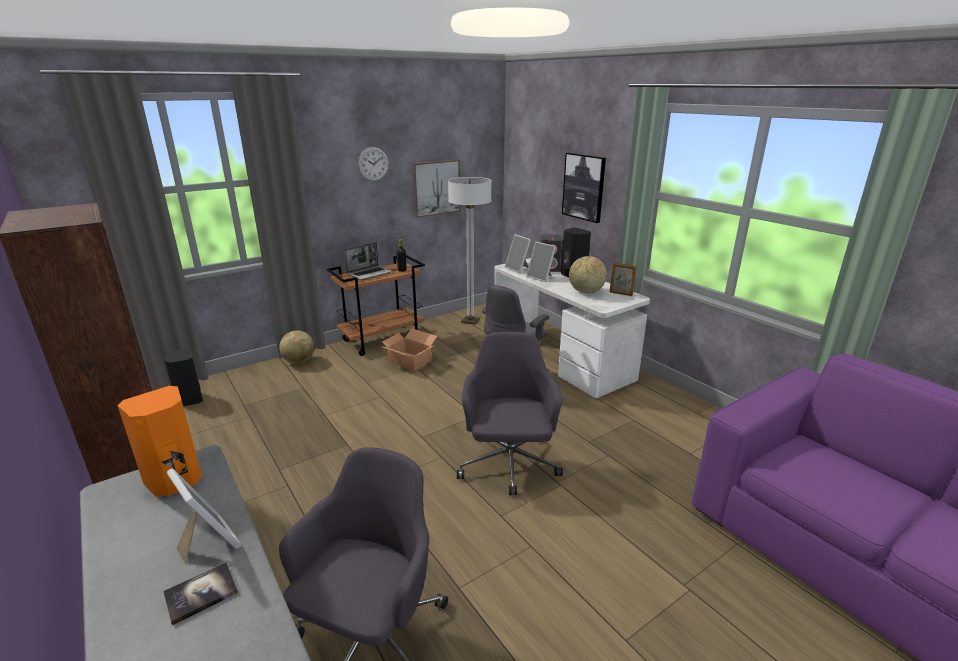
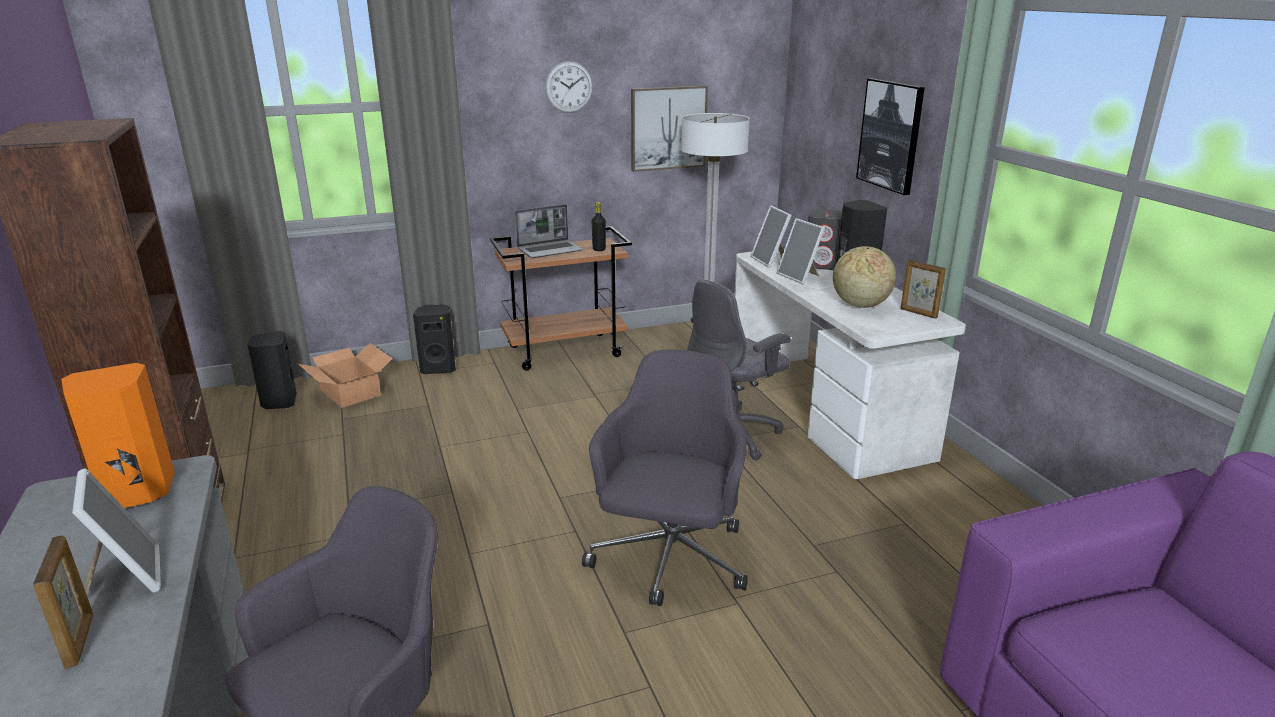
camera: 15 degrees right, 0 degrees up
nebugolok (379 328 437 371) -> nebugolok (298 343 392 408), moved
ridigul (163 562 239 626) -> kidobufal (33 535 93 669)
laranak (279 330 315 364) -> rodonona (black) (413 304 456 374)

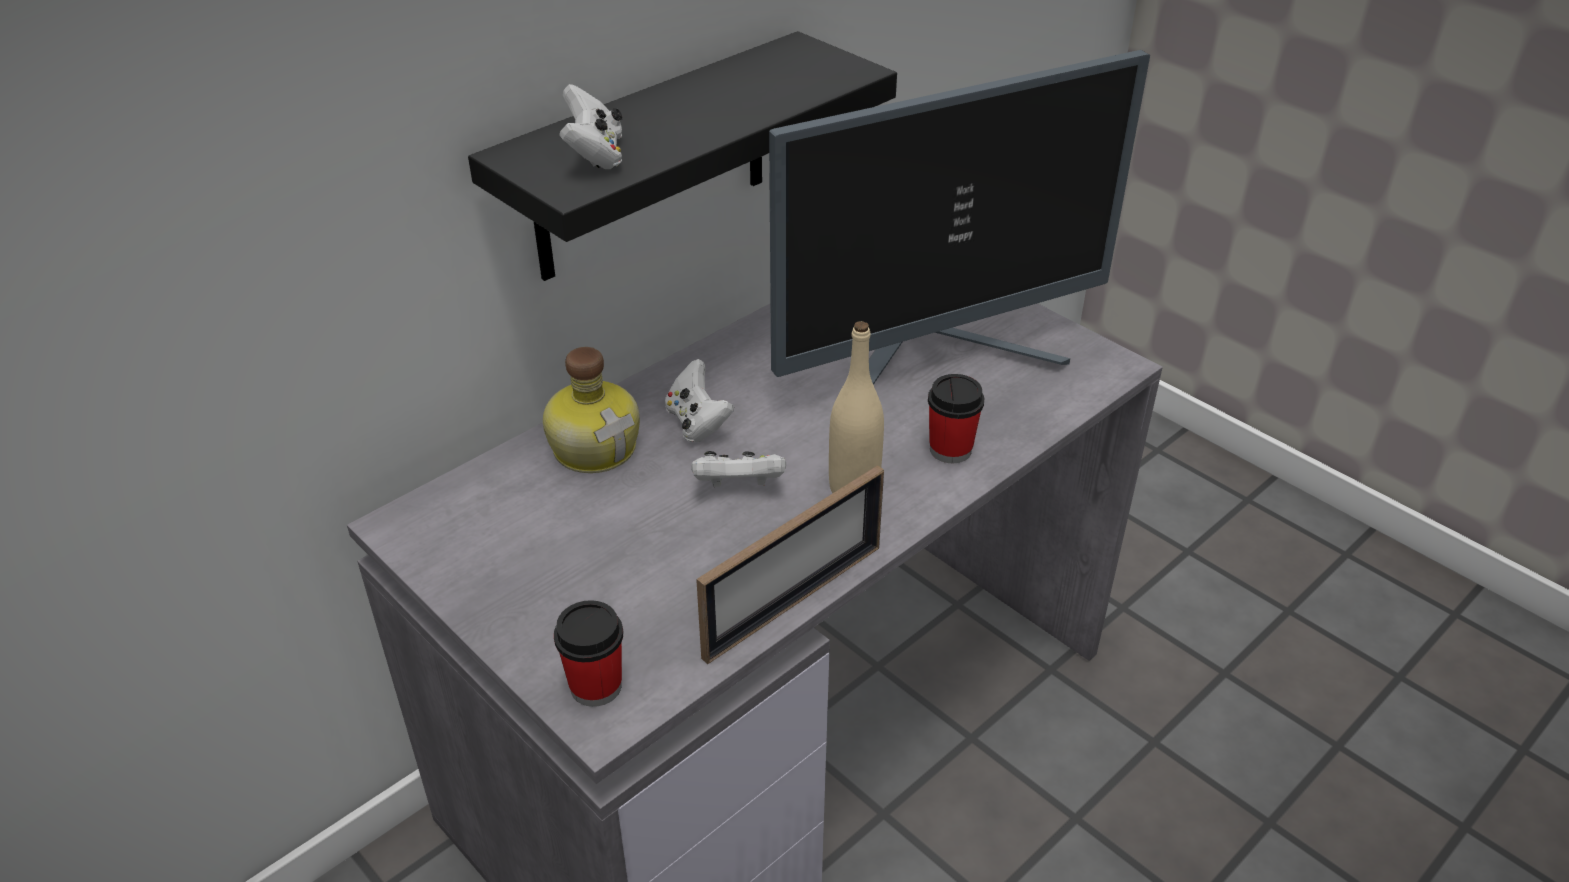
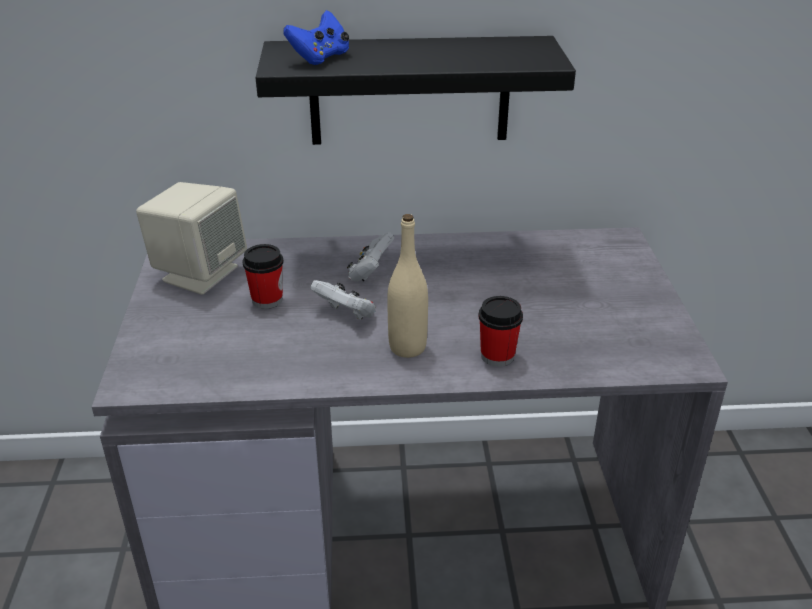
camera: 40 degrees right, 5 degrees down
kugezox (543 347 640 473) -> none
kidobufal (696 465 884 664) -> none
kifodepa (769 50 1150 385) -> none
none -> rodonona (beige) (136 182 247 295)
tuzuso (554 600 623 707) -> tuzuso (242 244 283 309), moved
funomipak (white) (559 84 622 169) -> funomipak (blue) (283 10 349 65)

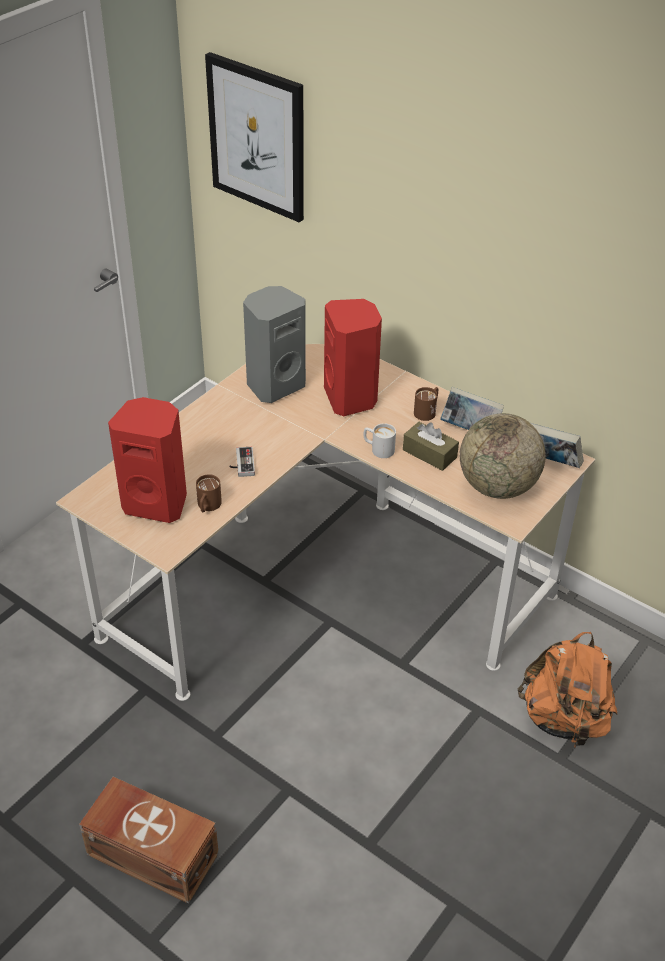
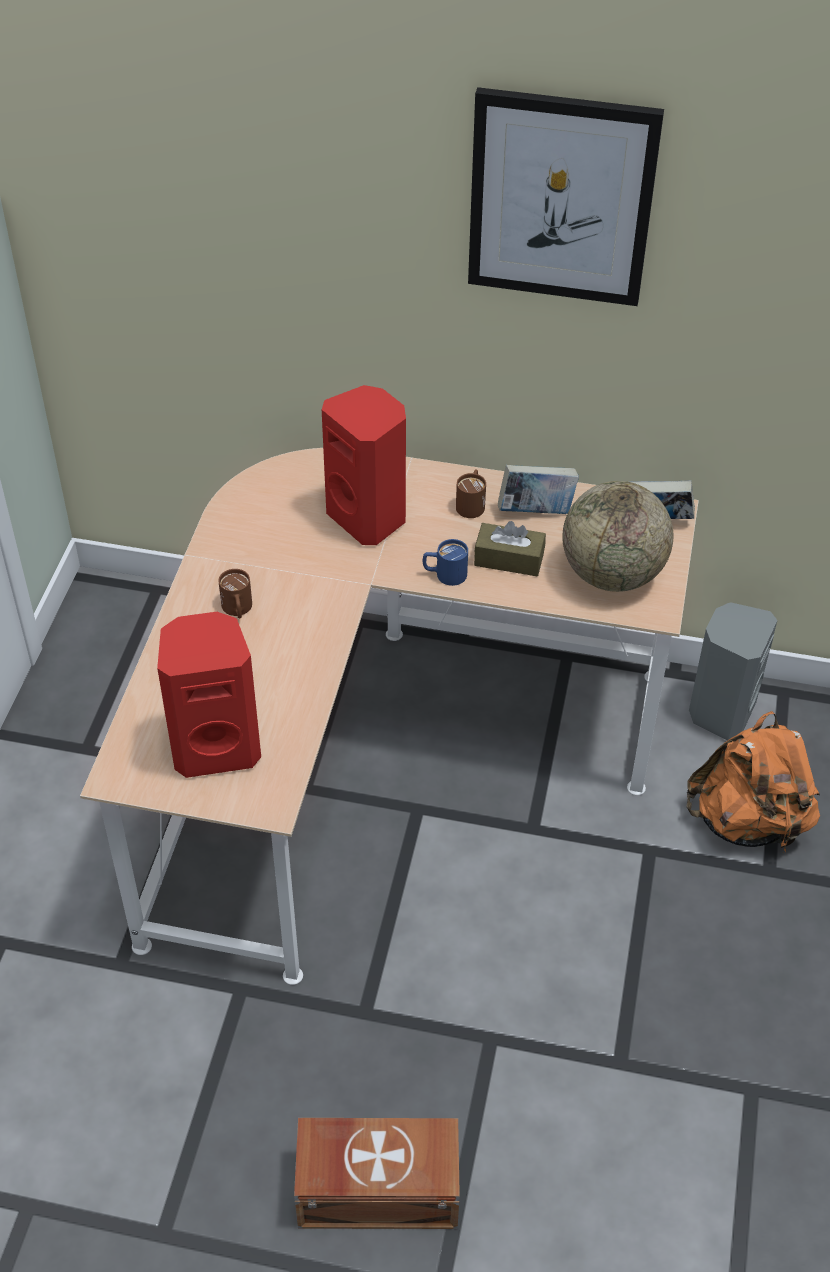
camera: 25 degrees left, 5 degrees up
funomipak (229 447 255 477) -> none
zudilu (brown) (196 474 222 512) -> zudilu (brown) (218 569 252 619), moved
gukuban (205 52 304 222) -> gukuban (468 87 664 306), moved
rodonona (grey) (243 286 306 403) -> rodonona (grey) (689 602 777 741), moved
zudilu (white) (363 423 396 458) -> zudilu (blue) (423 539 468 586)

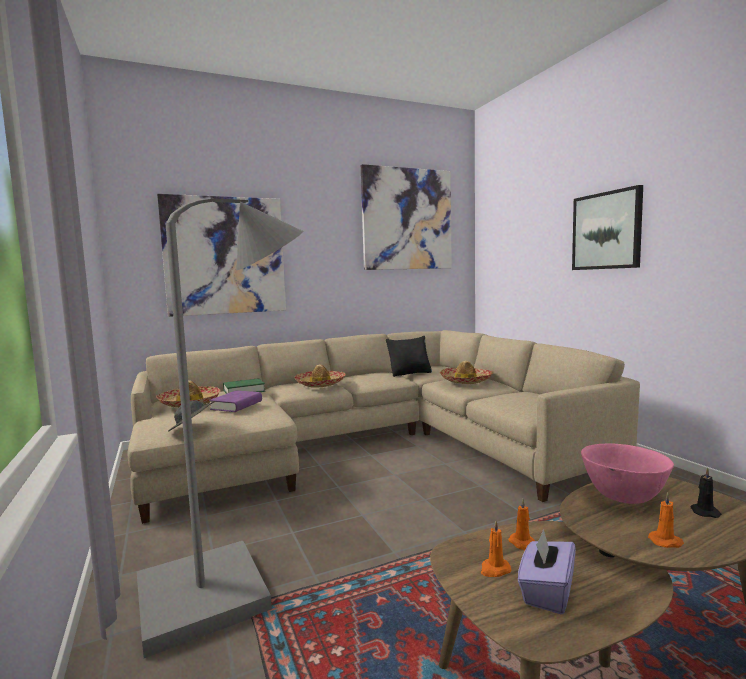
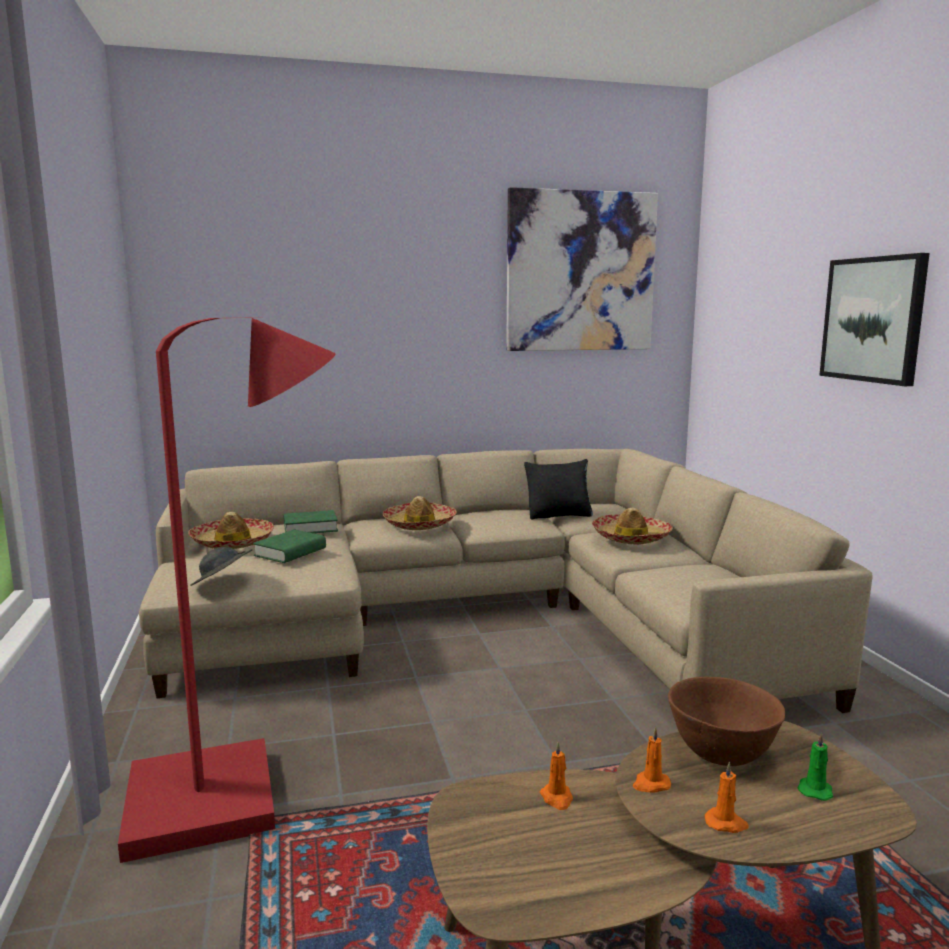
camera: 10 degrees right, 5 degrees up
gukuban (157 194 286 317) -> none
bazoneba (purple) (518 529 576 615) -> none
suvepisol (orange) (481 521 511 577) -> suvepisol (orange) (633 727 671 793), moved
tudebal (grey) (137 198 303 658) -> tudebal (red) (118 317 335 863)
ridigul (purple) (209 390 262 412) -> ridigul (green) (253 529 326 563)
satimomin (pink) (581 443 674 504) -> satimomin (brown) (668 677 785 766)
suvepisol (black) (691 468 721 518) -> suvepisol (green) (797 733 833 801)

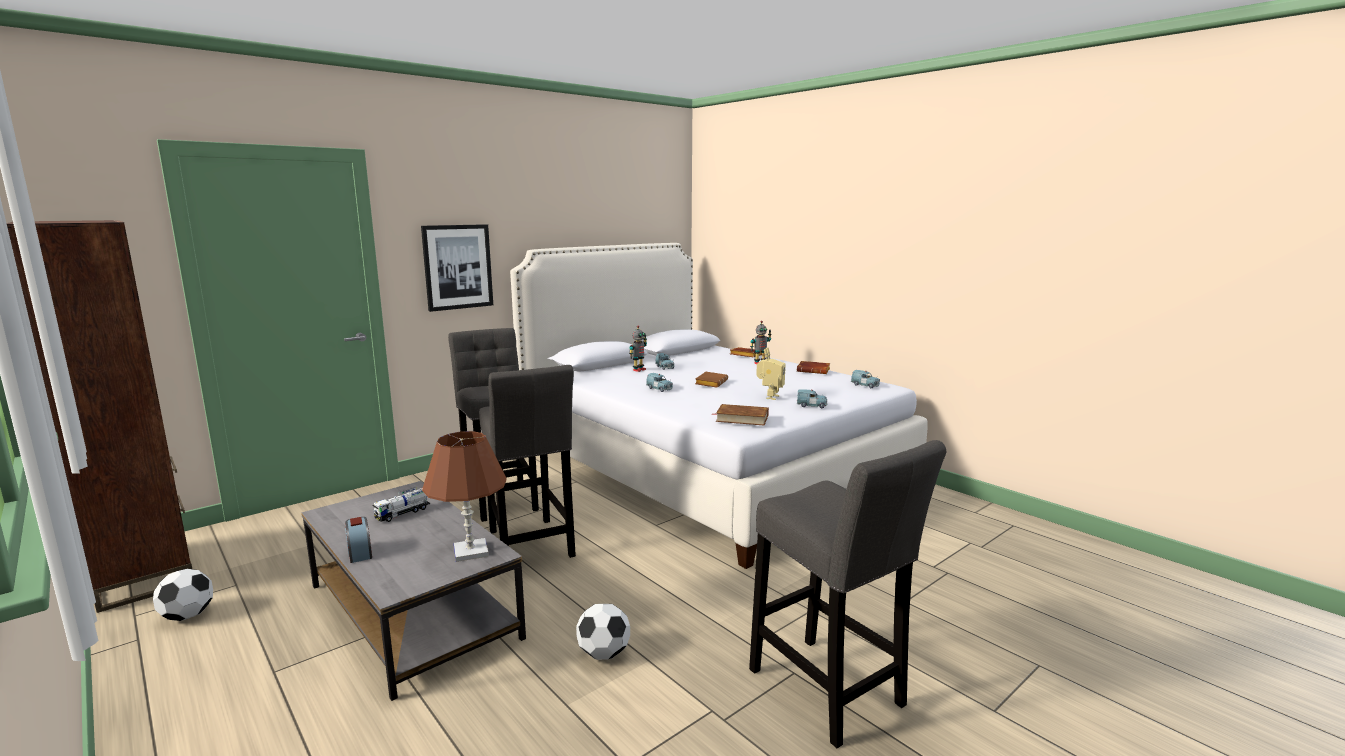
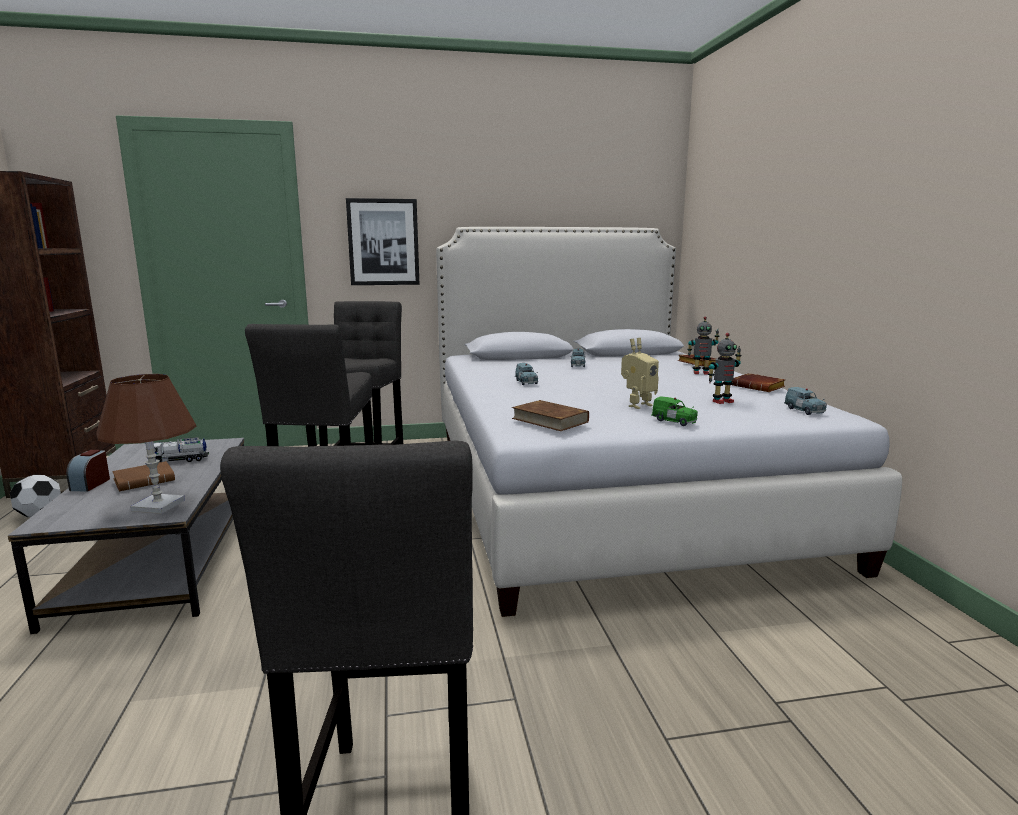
camera: 30 degrees right, 0 degrees up
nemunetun (576 604 630 660) -> none
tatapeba (629 326 647 372) -> tatapeba (708 333 742 404), moved
ridigul (brown) (695 372 728 388) -> ridigul (brown) (112 461 175 491), moved
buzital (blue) (797 389 828 408) -> buzital (green) (652 396 698 426)

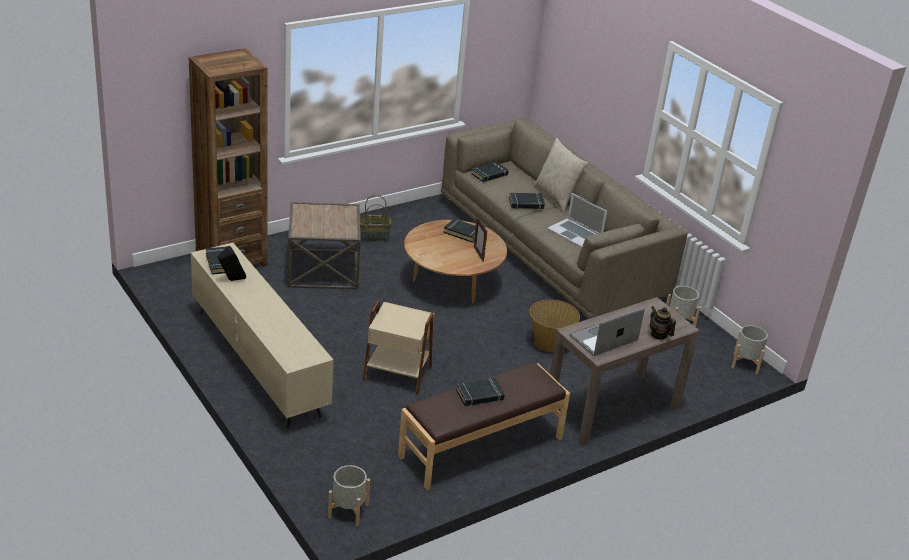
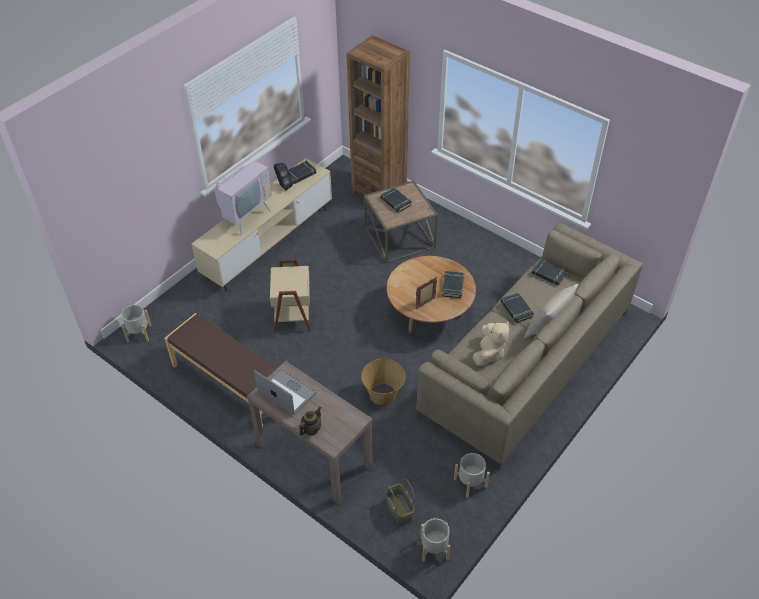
camera: 75 degrees right, 15 degrees up
none -> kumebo (212 158 272 236)
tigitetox (360 195 391 241) -> tigitetox (386 479 415 526), moved
ridigul (black) (456 378 505 406) -> ridigul (black) (381 188 412 213), moved
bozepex (547 193 607 248) -> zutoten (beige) (473 321 509 366)

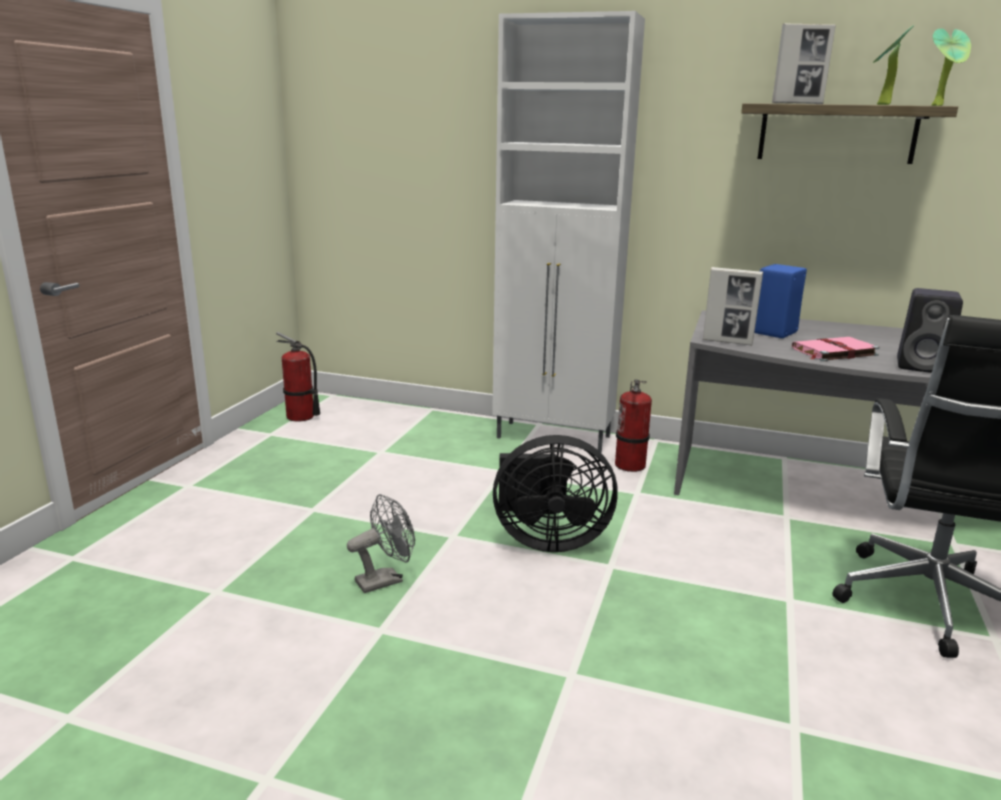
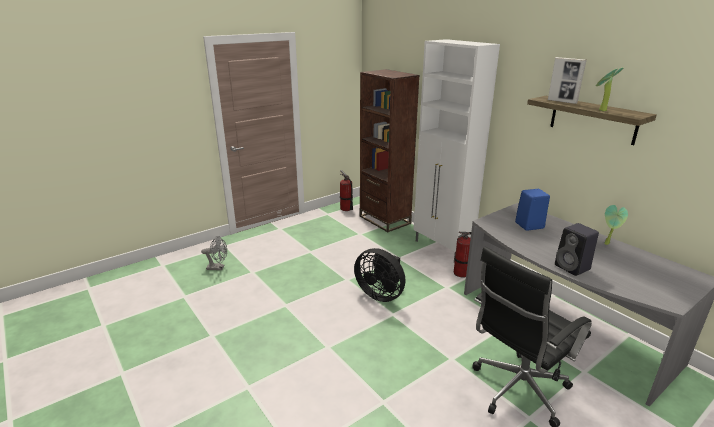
camera: 35 degrees right, 5 degrees up
kidobufal (703 267 763 346) -> none
ridigul (pink) (792 337 880 361) -> none
none -> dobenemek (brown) (360 69 420 232)
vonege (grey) (347 494 415 593) -> vonege (grey) (201 236 227 270), moved
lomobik (931 28 971 106) -> lomobik (605 205 628 245), moved

